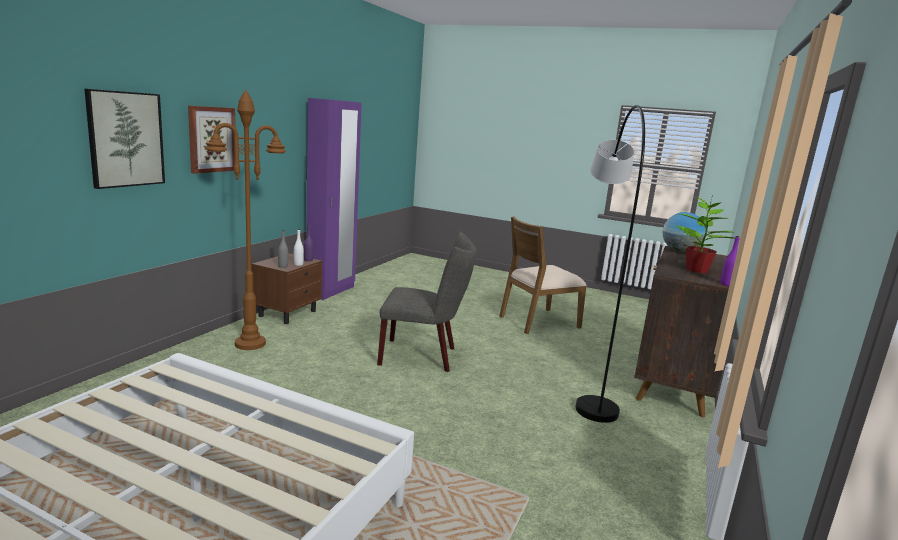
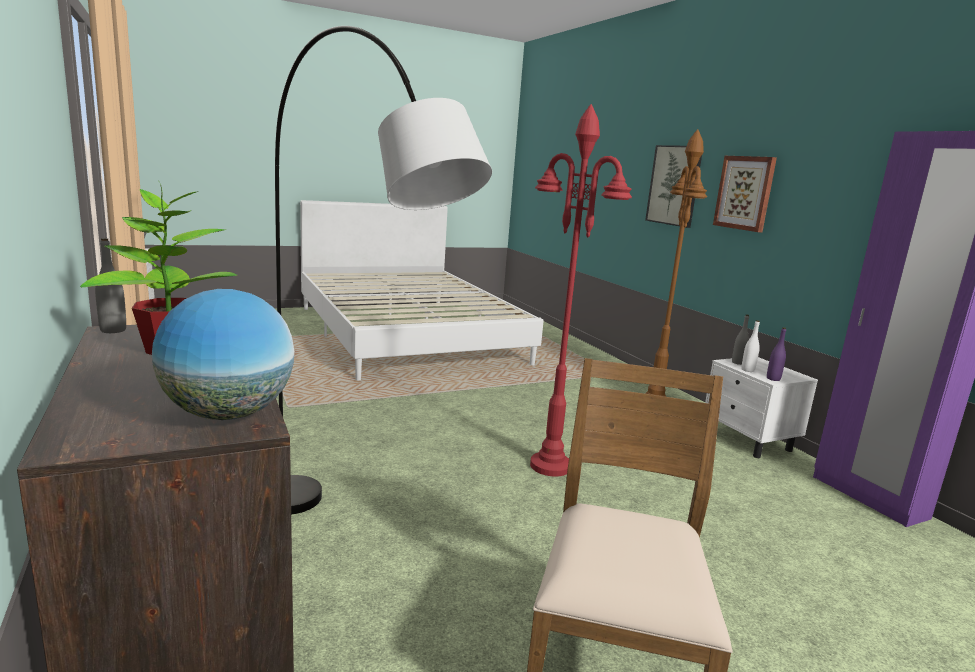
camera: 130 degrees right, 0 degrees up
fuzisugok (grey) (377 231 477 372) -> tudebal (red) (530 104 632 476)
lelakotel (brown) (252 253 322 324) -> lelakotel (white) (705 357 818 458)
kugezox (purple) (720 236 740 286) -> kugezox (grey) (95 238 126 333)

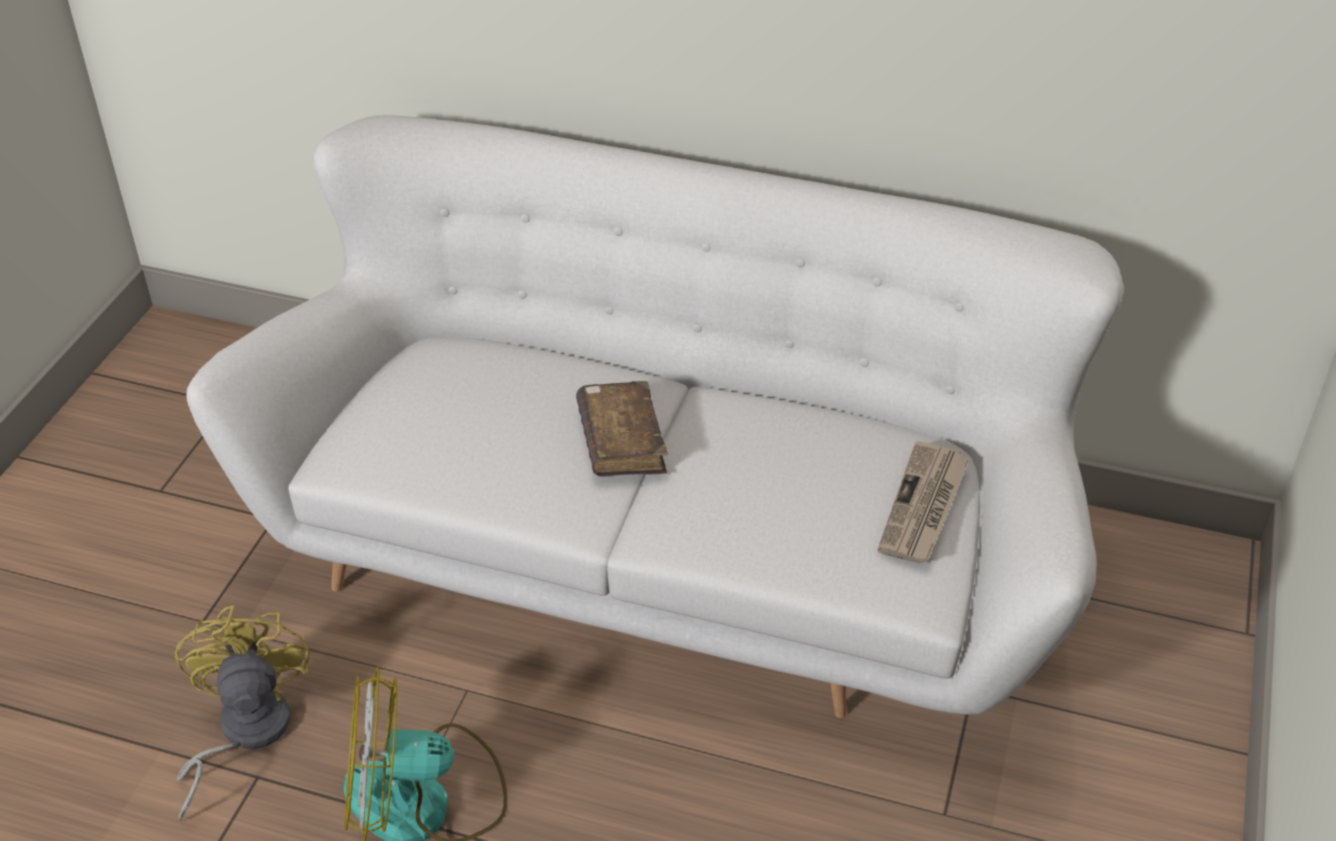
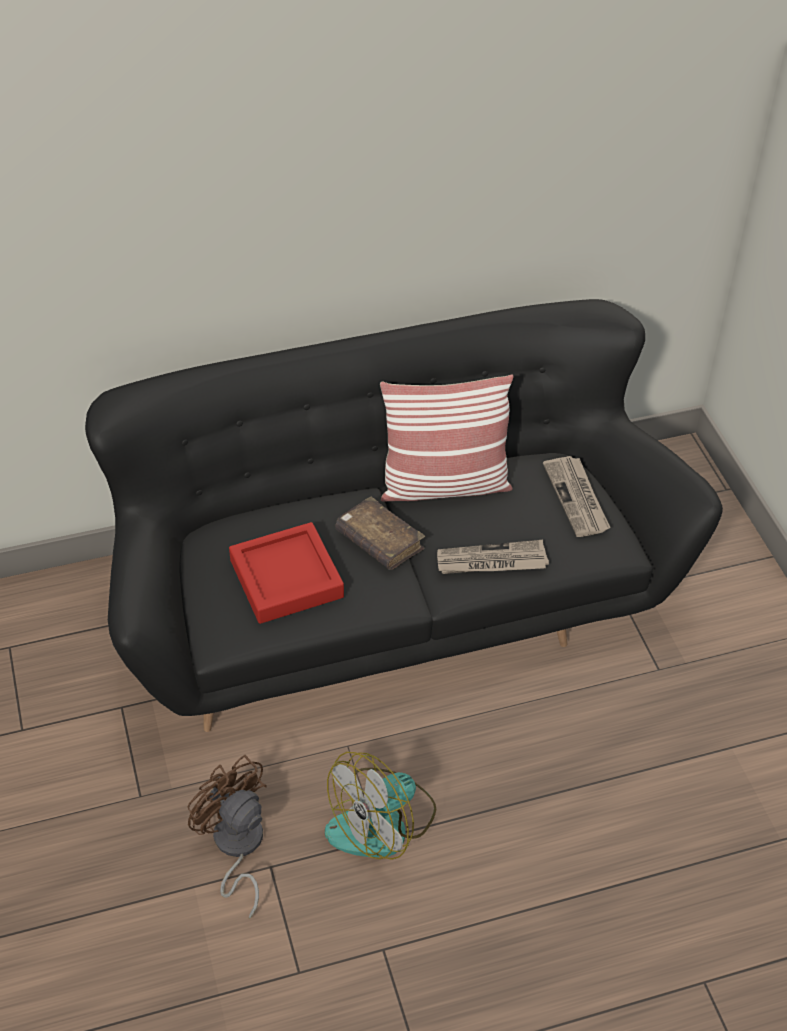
camera: 35 degrees left, 5 degrees up
none -> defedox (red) (229 522 344 624)
none -> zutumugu (380 374 514 502)
none -> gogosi (437 540 549 574)
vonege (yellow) (175 605 310 821) -> vonege (brown) (188 755 267 919)
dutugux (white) (186 115 1124 718) -> dutugux (black) (85 299 723 732)

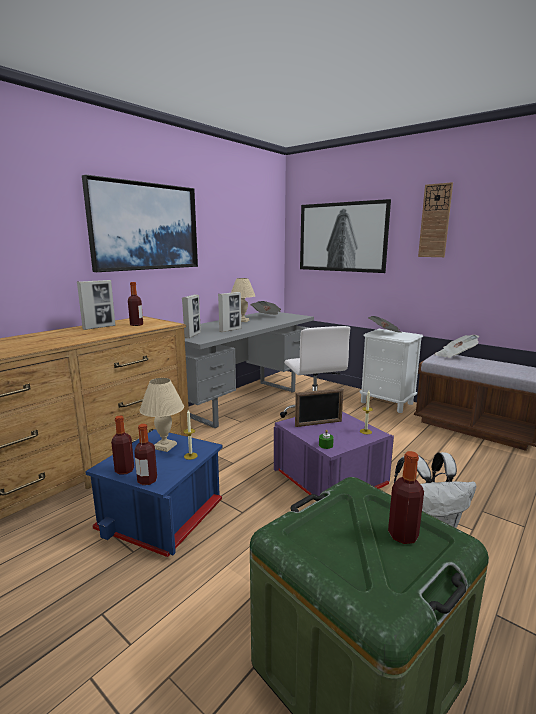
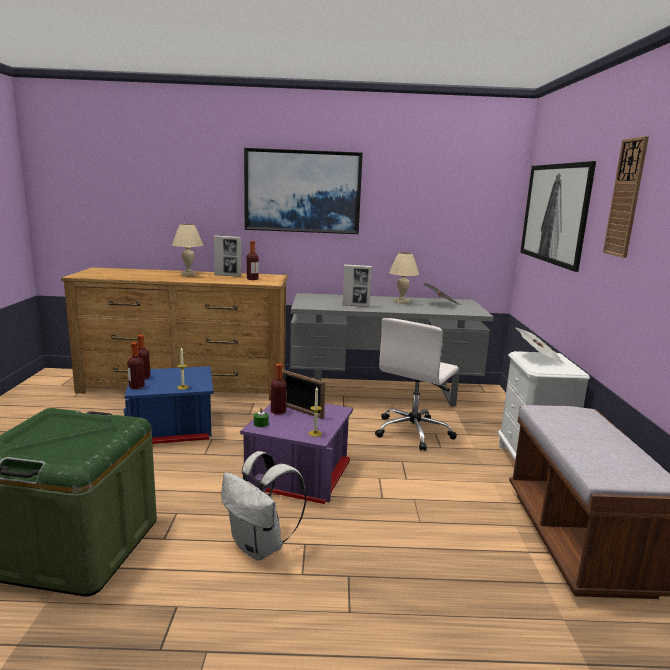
camera: 50 degrees right, 0 degrees up
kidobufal (182 295 201 338) -> none
gogosi (435 335 479 358) -> none
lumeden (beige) (139 378 184 452) -> lumeden (beige) (172 224 203 276), moved
kugezox (388 451 424 544) -> kugezox (271 363 287 415), moved

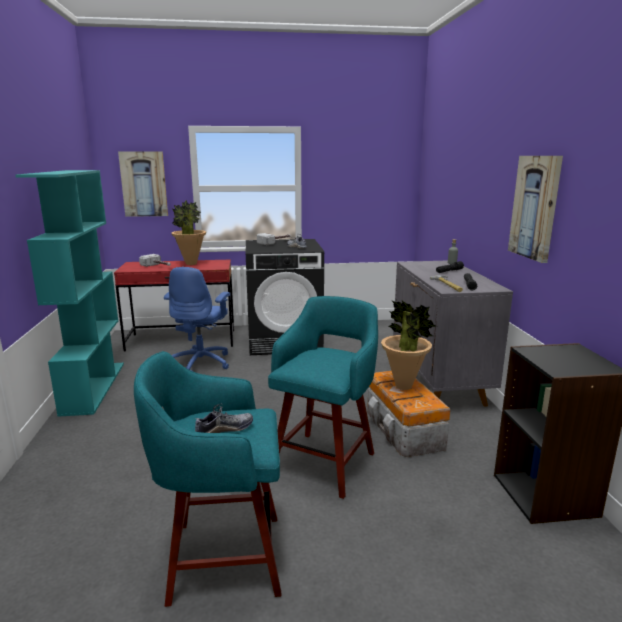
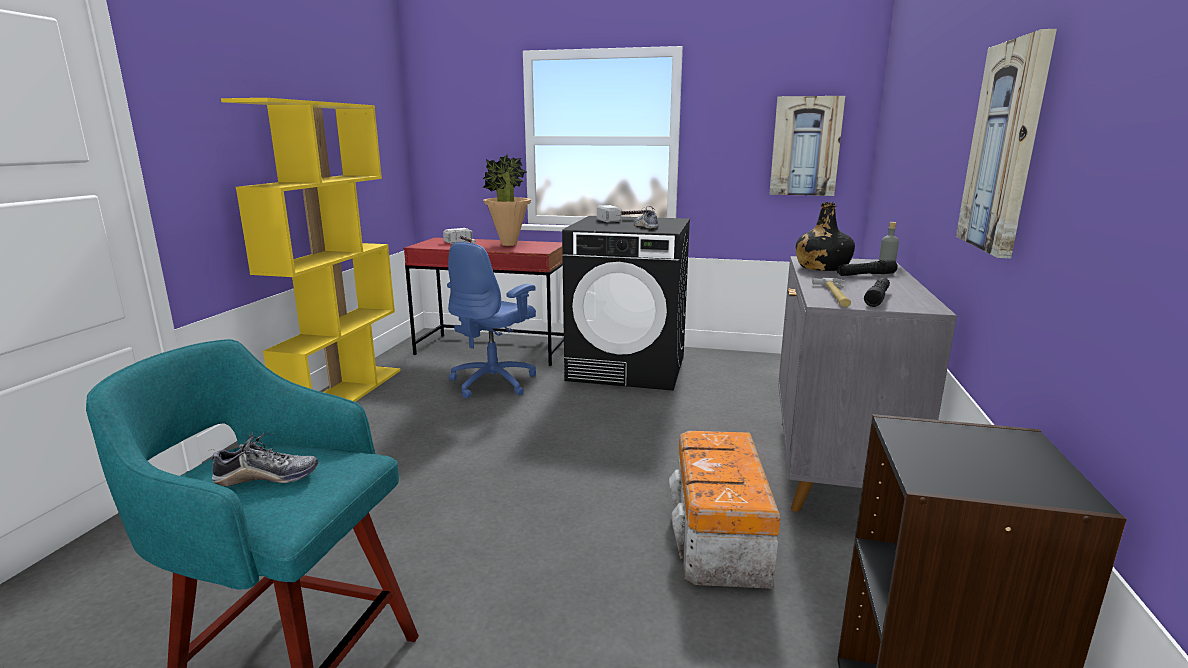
camera: 20 degrees right, 0 degrees up
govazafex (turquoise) (268 296 378 499) -> none
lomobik (381 300 437 390) -> none
none -> kugezox (black) (795 202 855 271)
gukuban (118 151 168 217) -> gukuban (770 96 845 196), moved
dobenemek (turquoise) (16 170 124 417) -> dobenemek (yellow) (221 98 401 402)

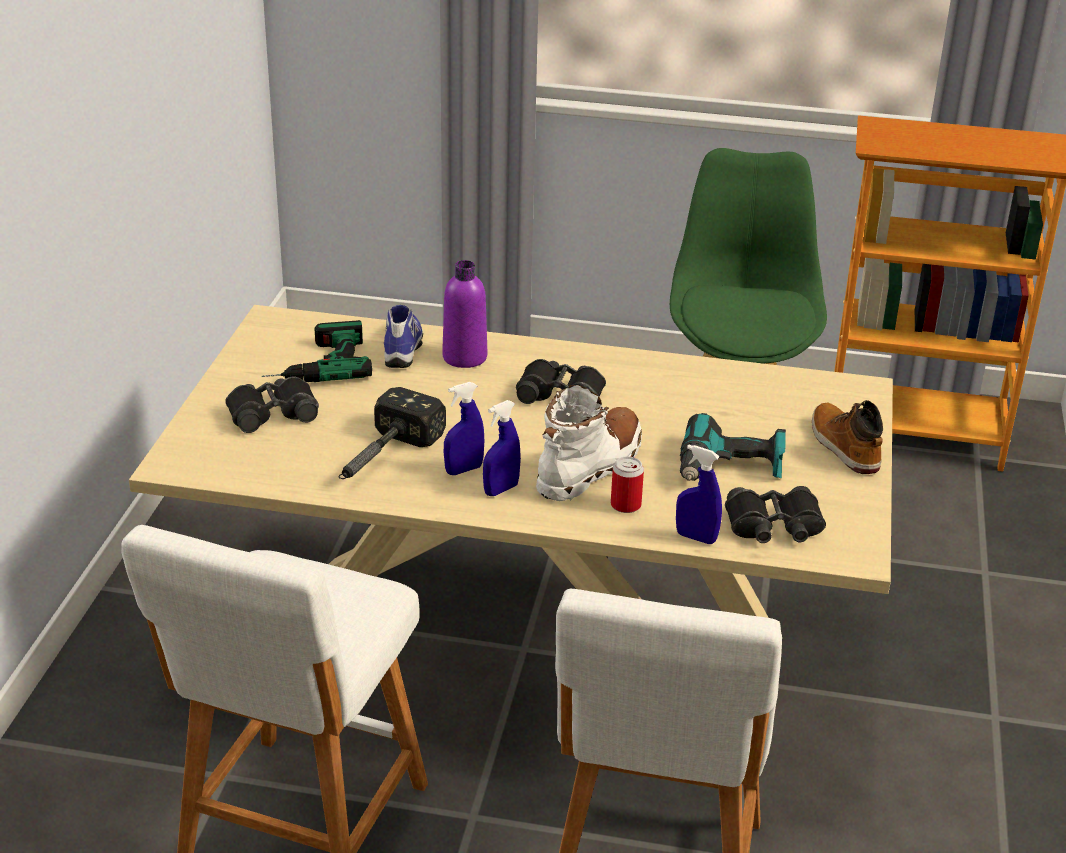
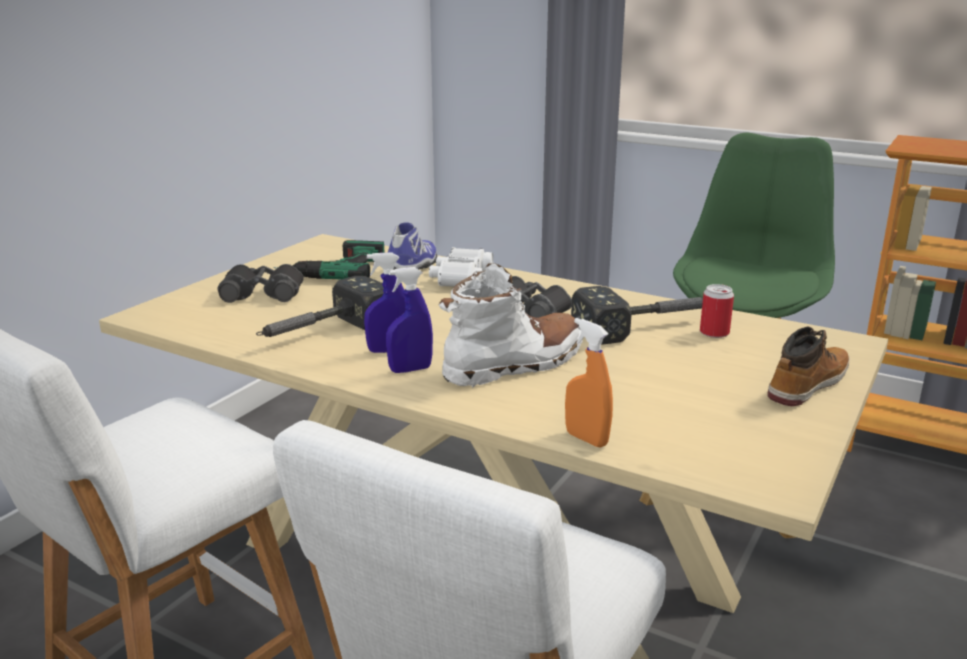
camera: 20 degrees right, 10 degrees down
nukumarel (680 413 786 481) -> none
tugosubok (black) (725 486 826 543) -> none
none -> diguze (571 286 703 345)
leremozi (611 456 644 513) -> leremozi (700 284 734 338), moved
kugezox (purple) (442 260 487 368) -> tugosubok (white) (429 247 494 287)
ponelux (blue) (676 444 722 544) -> ponelux (orange) (565 318 613 448)
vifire (812 400 883 474) -> vifire (767 326 850 406), 45 degrees clockwise

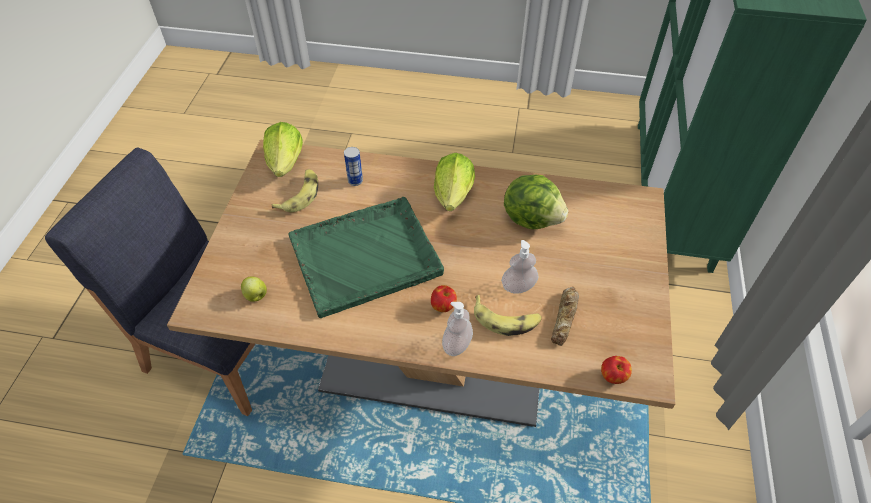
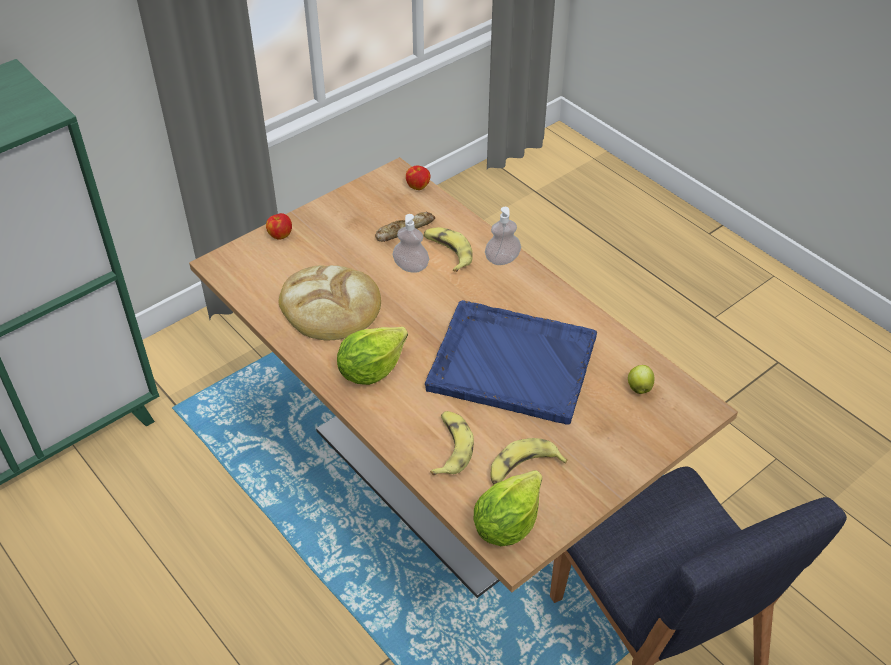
camera: 140 degrees left, 5 degrees down
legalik (431 285 457 312) -> legalik (266 213 292 240), moved
leremozi (344 147 363 186) -> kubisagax (430 411 474 476)
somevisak (504 175 568 229) -> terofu (278 265 381 341)
defedox (green) (288 197 444 318) -> defedox (blue) (425 300 597 425)

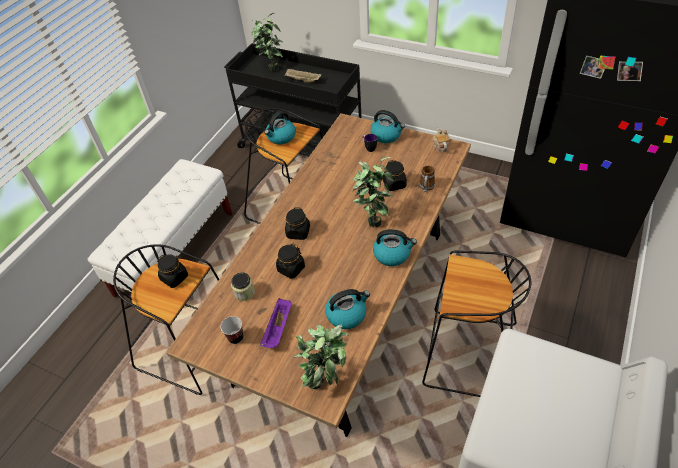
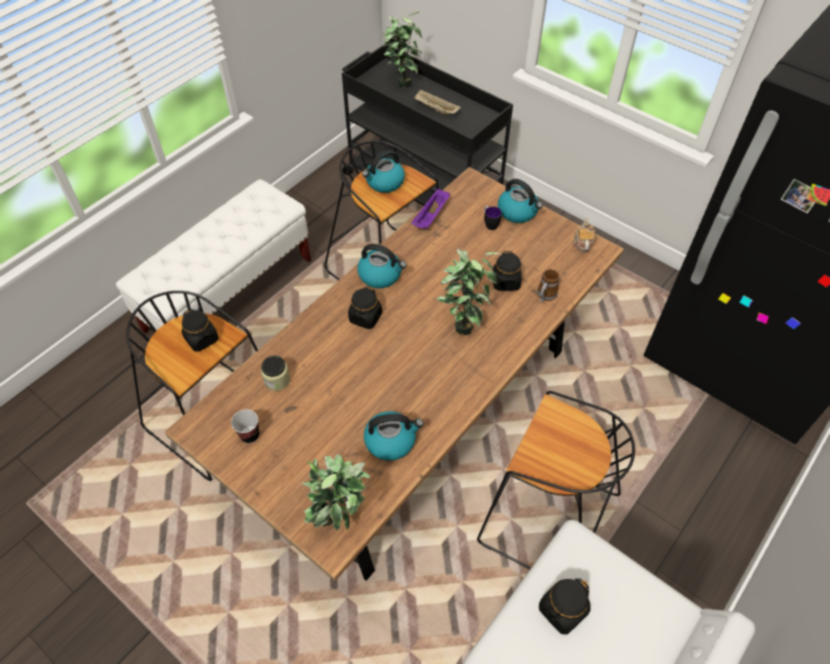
camera: 10 degrees right, 5 degrees up
defedox (purple) (260 298 292 348) -> defedox (purple) (411 188 450 228), moved
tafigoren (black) (276 244 305 279) -> tafigoren (black) (539 578 591 634), moved
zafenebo (373 229 417 266) -> zafenebo (357 244 407 288), moved

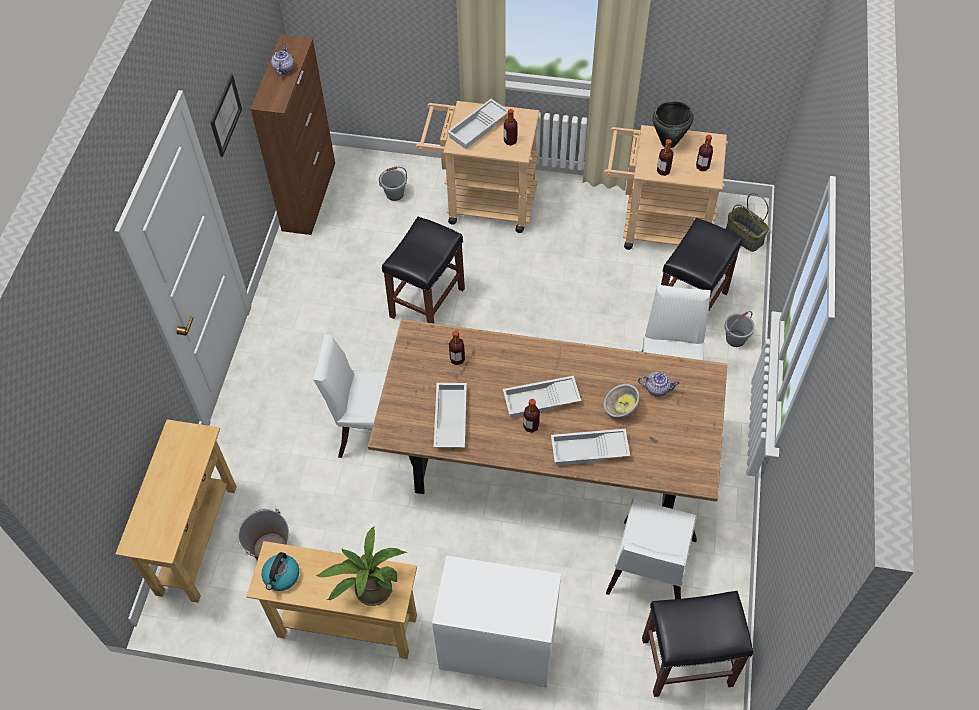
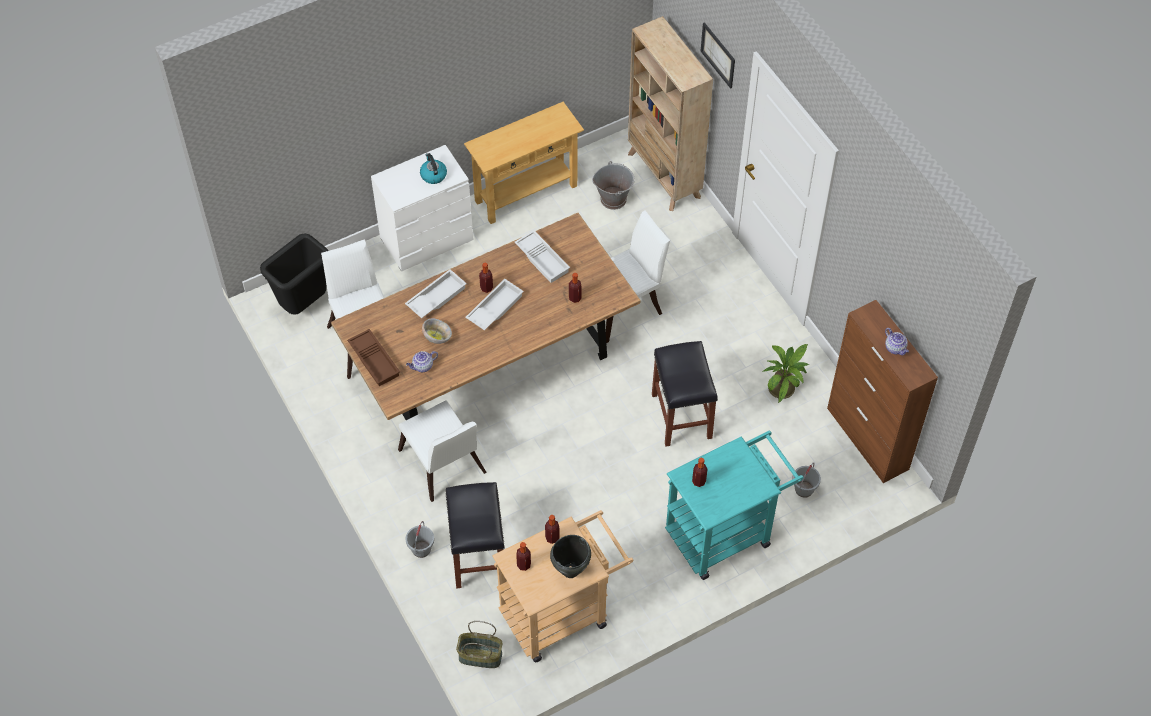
camera: 140 degrees right, 0 degrees up
defedox (white) (447 99 508 149) -> none
none -> defedox (brown) (347 329 400 386)
gukuban (210 74 242 157) -> gukuban (701 22 735 89), moved
zafenebo (262 552 299 591) -> zafenebo (420 153 447 184), moved
lomobik (316 526 407 606) -> lomobik (763 344 809 403), moved
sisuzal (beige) (115 420 237 603) -> dobenemek (beige) (628 16 713 211)
govazafex (black) (642 591 753 697) -> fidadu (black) (260 233 329 315)
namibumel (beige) (416 101 541 233) -> namibumel (turquoise) (665 431 804 580)

